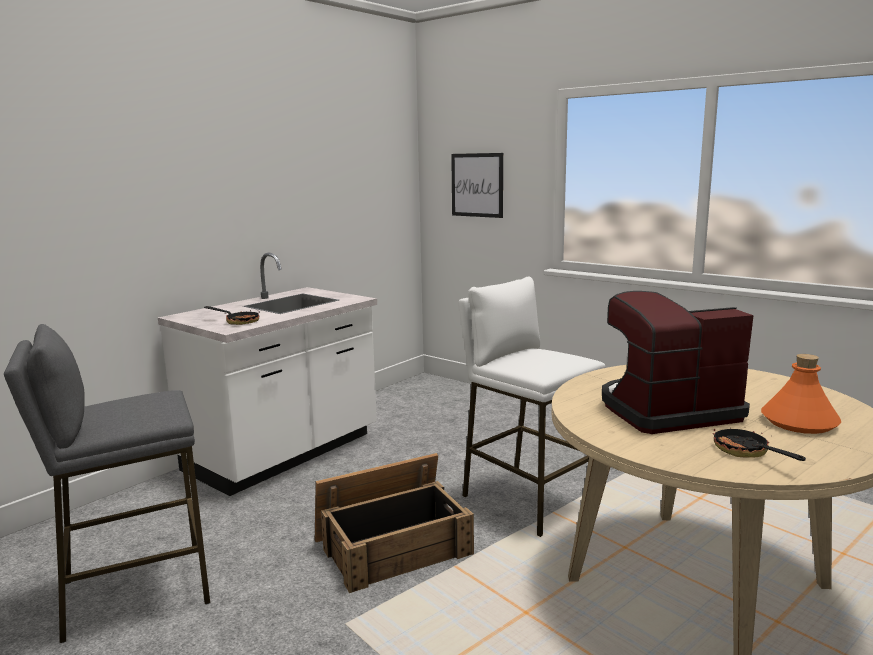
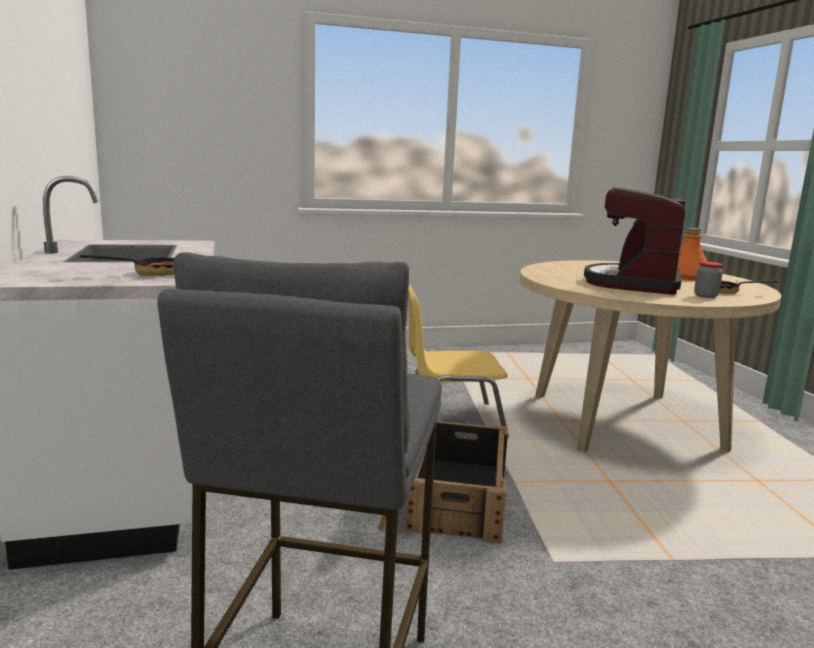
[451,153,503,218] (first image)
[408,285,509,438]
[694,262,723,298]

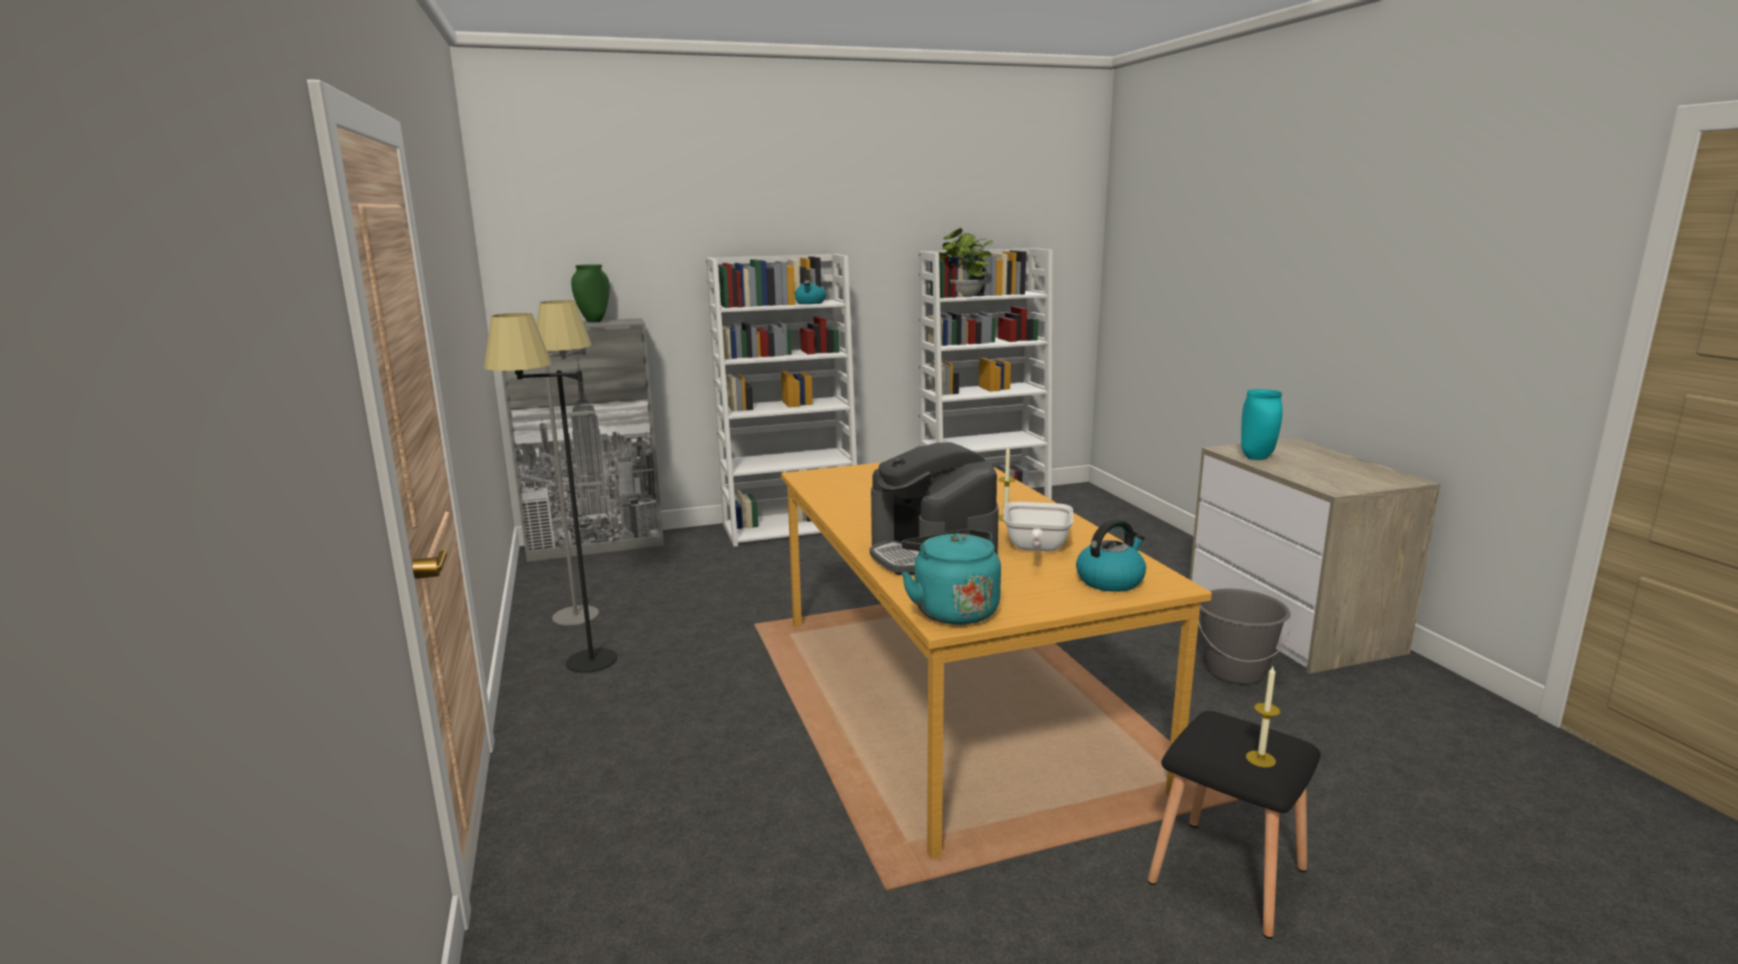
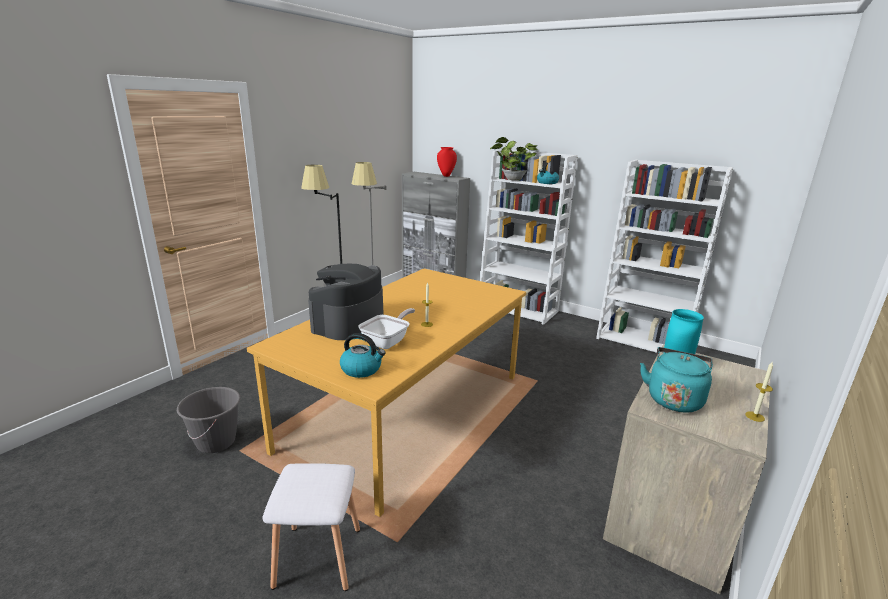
[437,147,457,177]
[640,347,713,413]
[490,137,538,181]
[358,308,415,349]
[262,463,360,591]
[177,387,240,453]
[745,362,773,422]

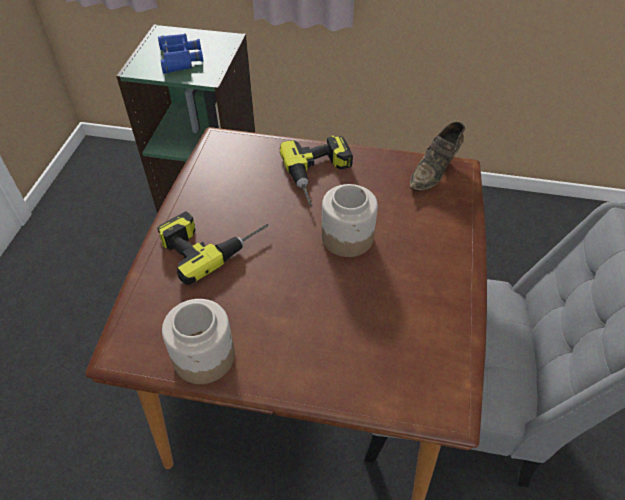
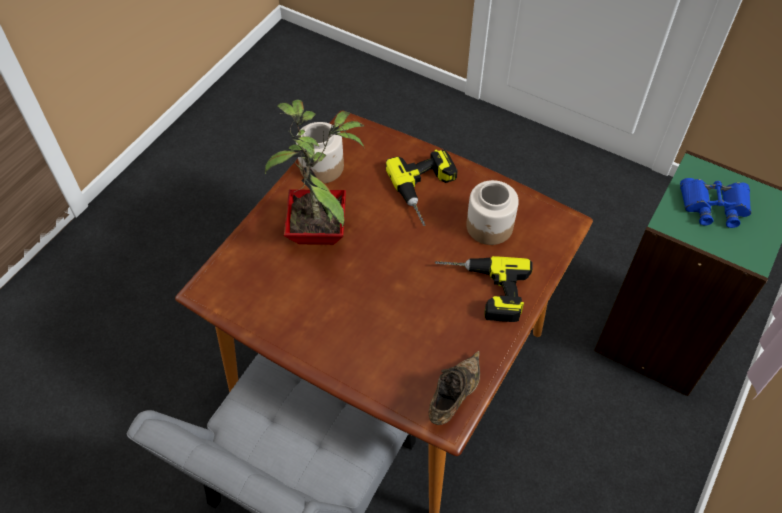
[466,180,519,245]
[429,351,480,425]
[265,100,366,245]

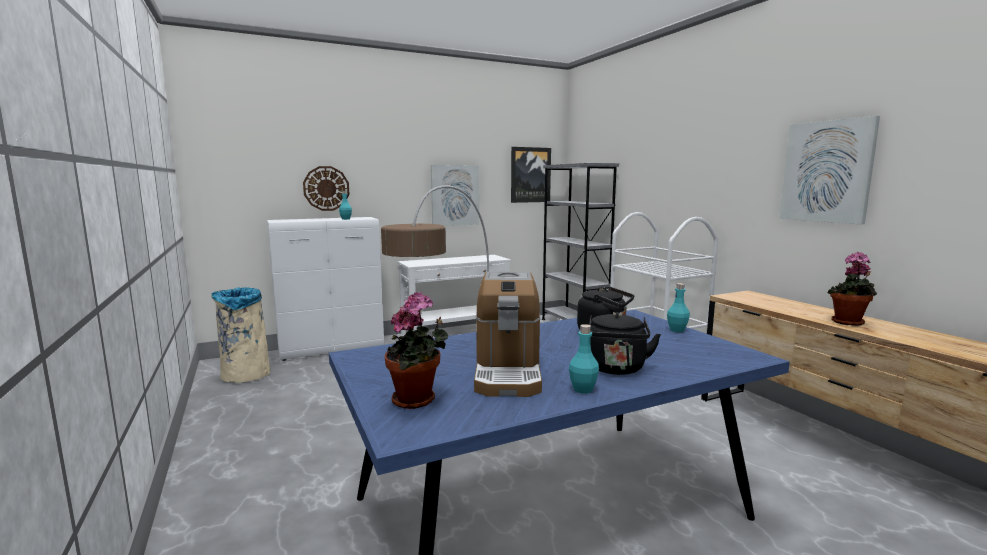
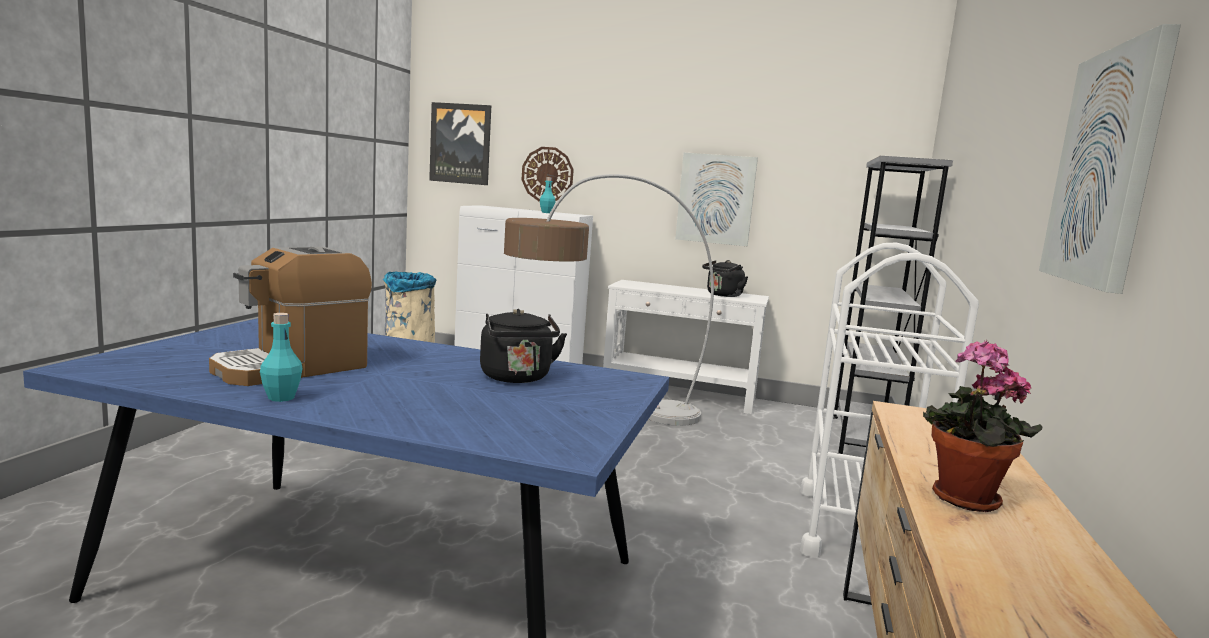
[385,292,448,409] (first image)
[429,102,491,185]
[702,260,748,297]
[667,283,690,332] (first image)

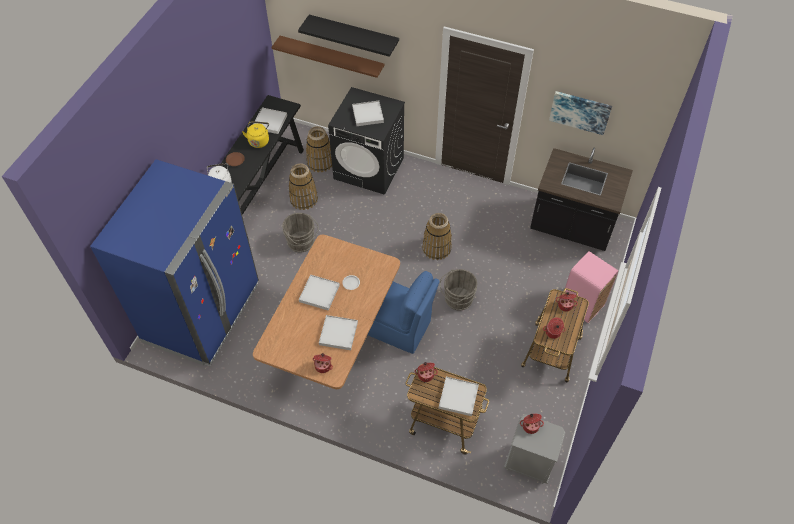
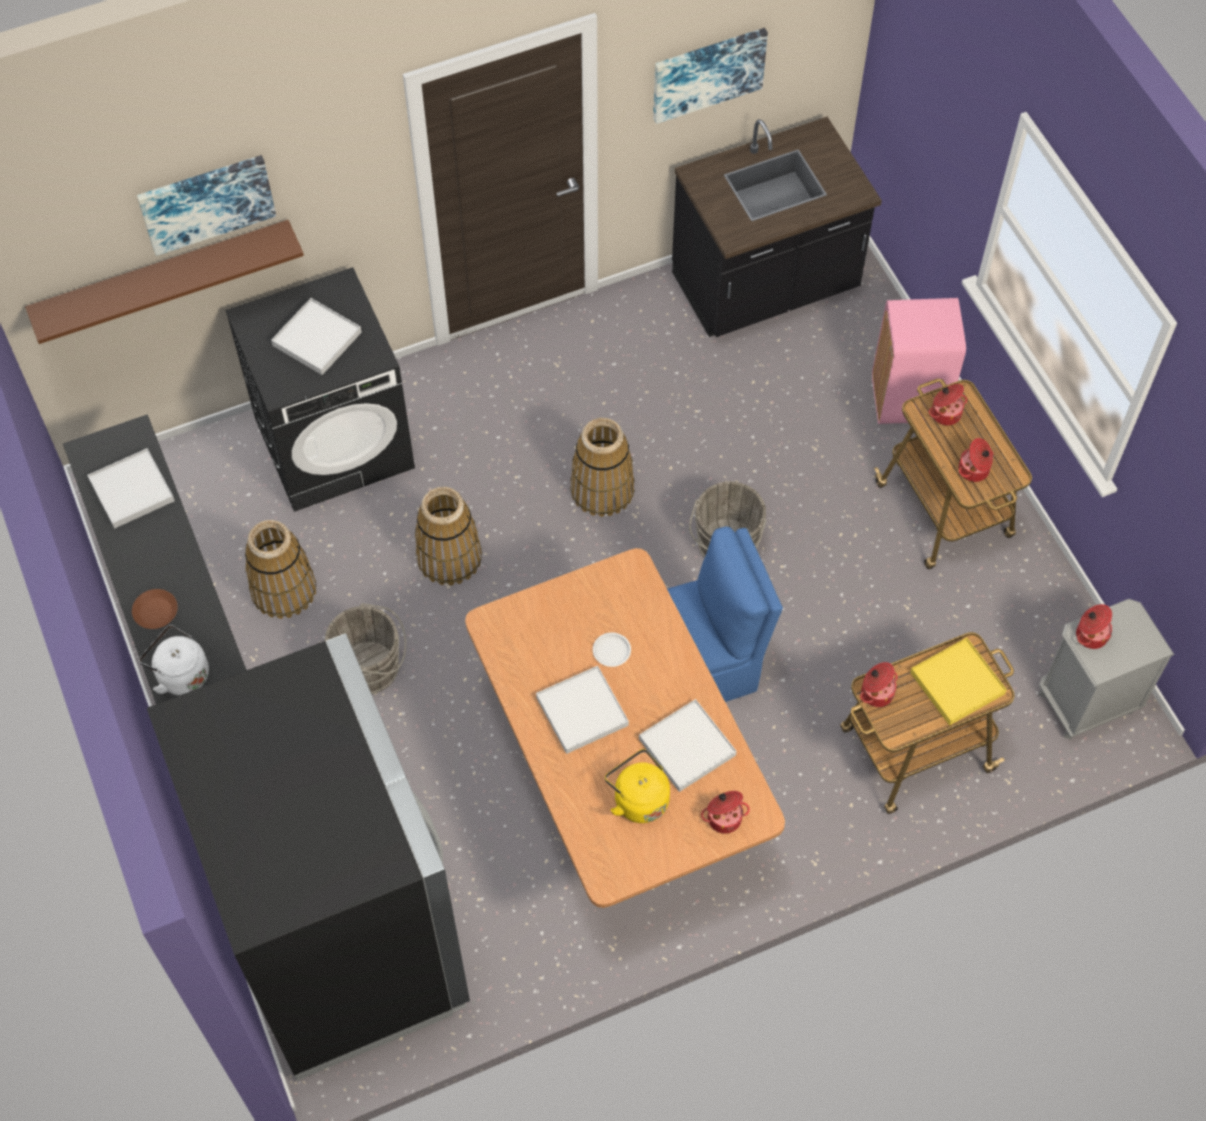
[147,633,470,1081]
[605,749,670,823]
[137,155,276,256]
[415,487,482,586]
[910,638,1007,726]

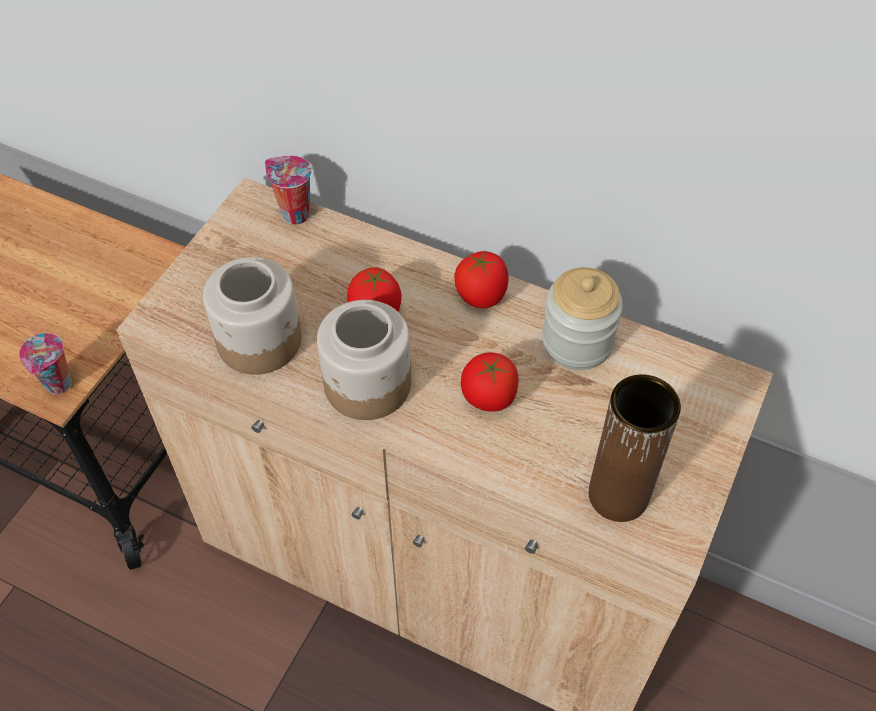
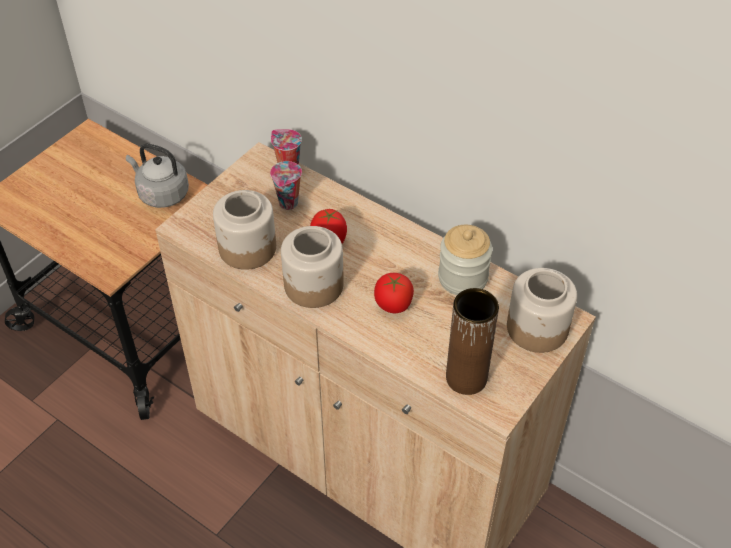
[270,161,302,210]
[454,250,509,308] (first image)
[126,143,189,208]
[507,268,577,353]

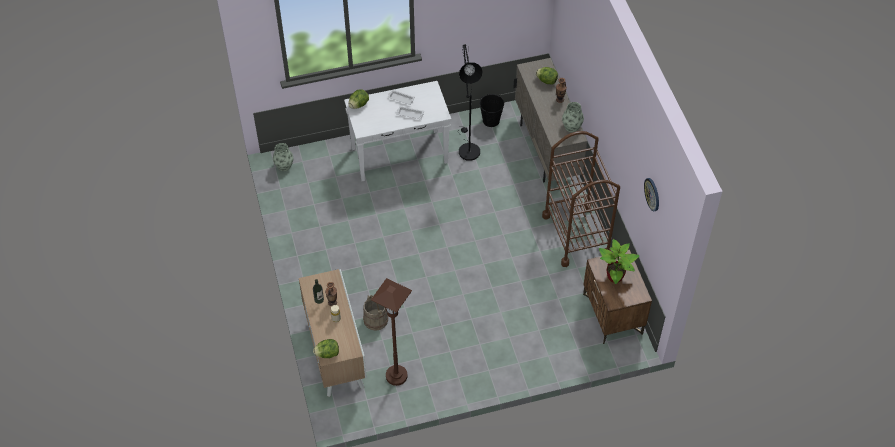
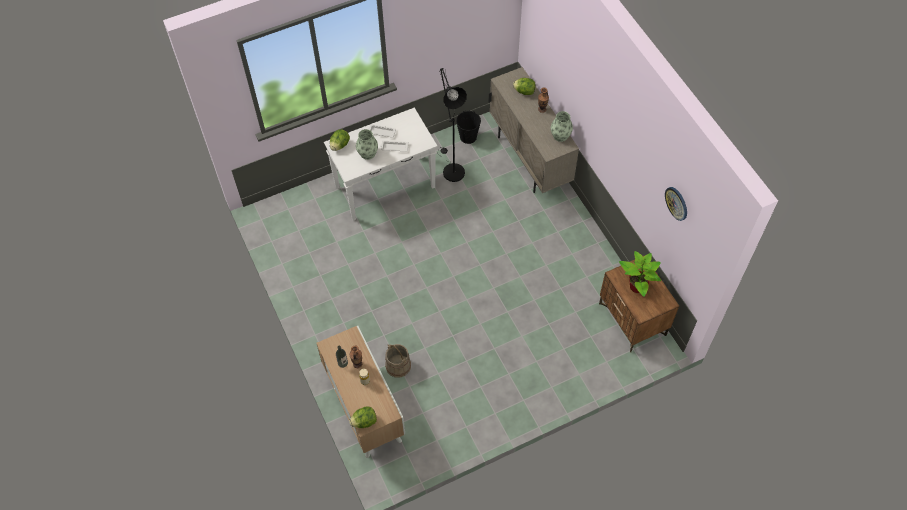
[356,129,378,160]
[371,278,412,386] (first image)
[542,131,620,267] (first image)

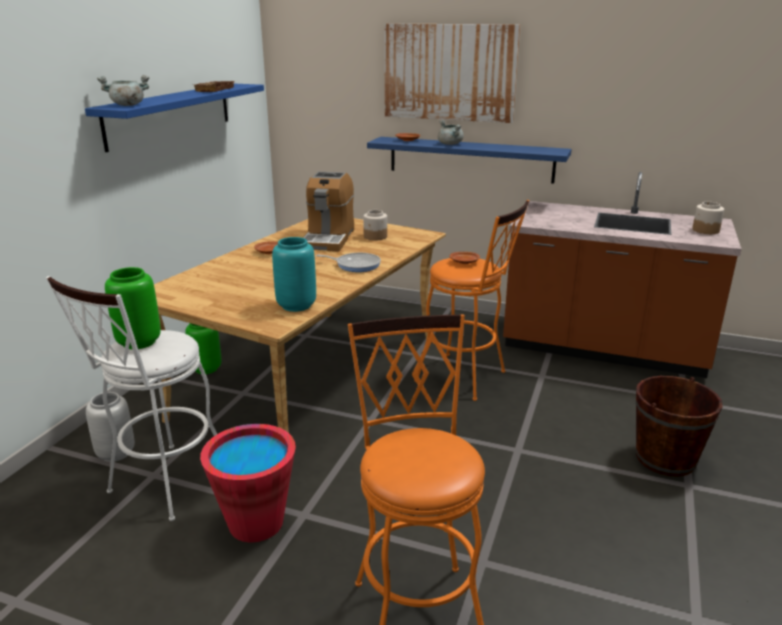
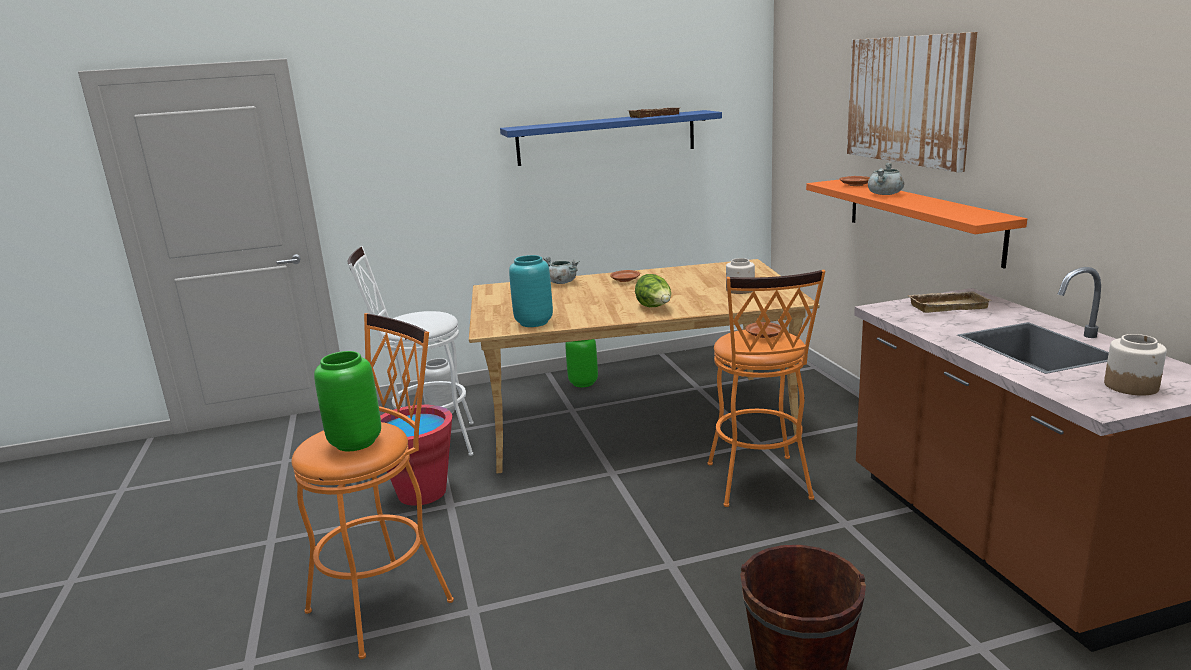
[543,256,579,284]
[314,351,381,451]
[303,172,354,251] (first image)
[635,274,671,307]
[806,179,1027,269]
[908,292,992,313]

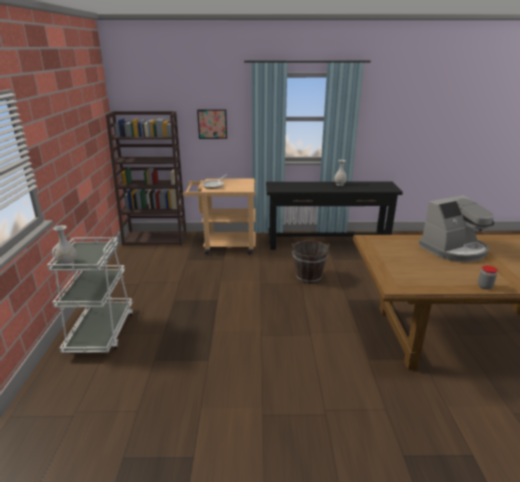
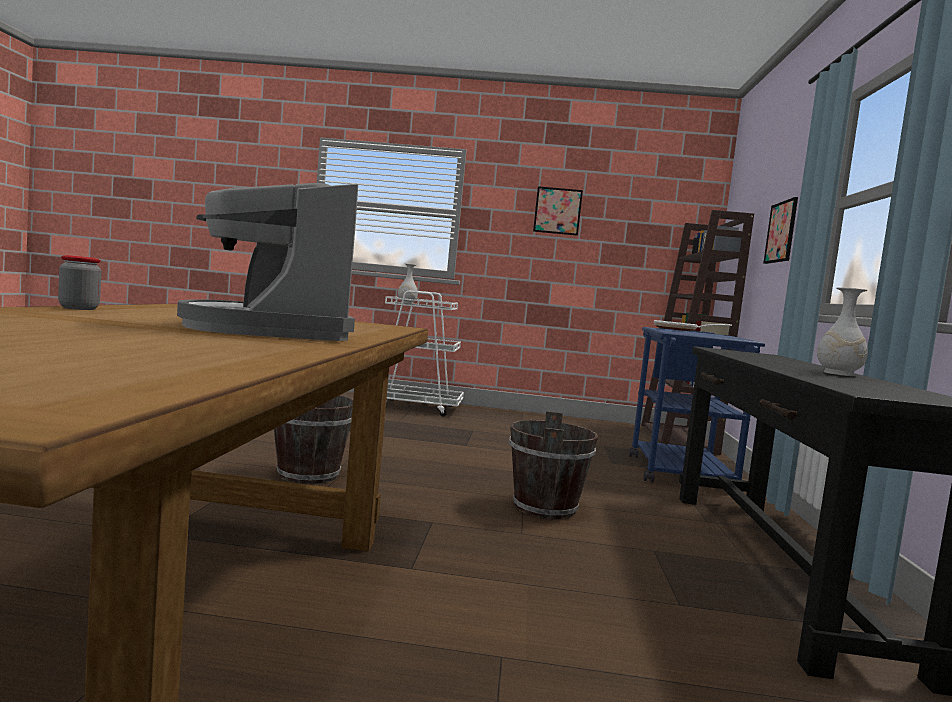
[629,327,765,482]
[274,395,353,484]
[533,186,583,236]

